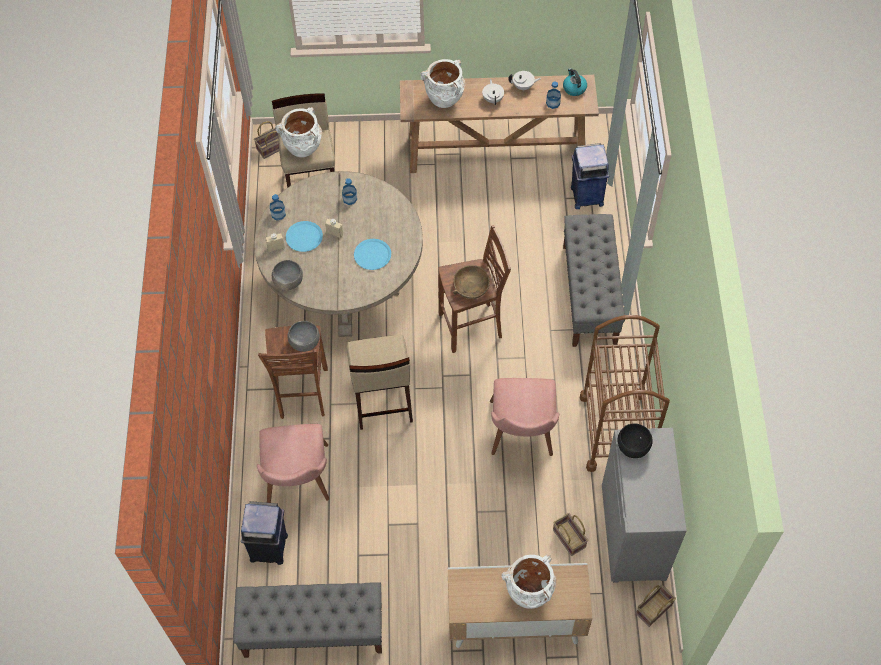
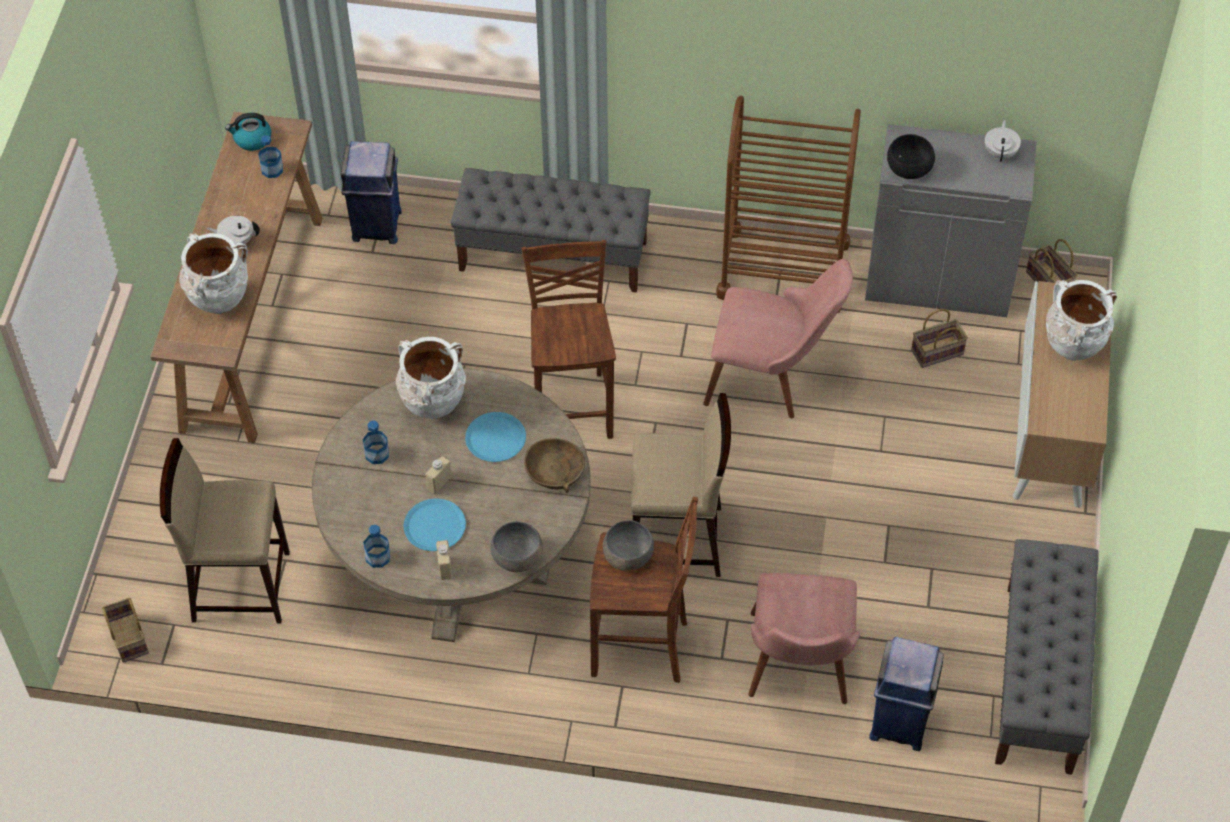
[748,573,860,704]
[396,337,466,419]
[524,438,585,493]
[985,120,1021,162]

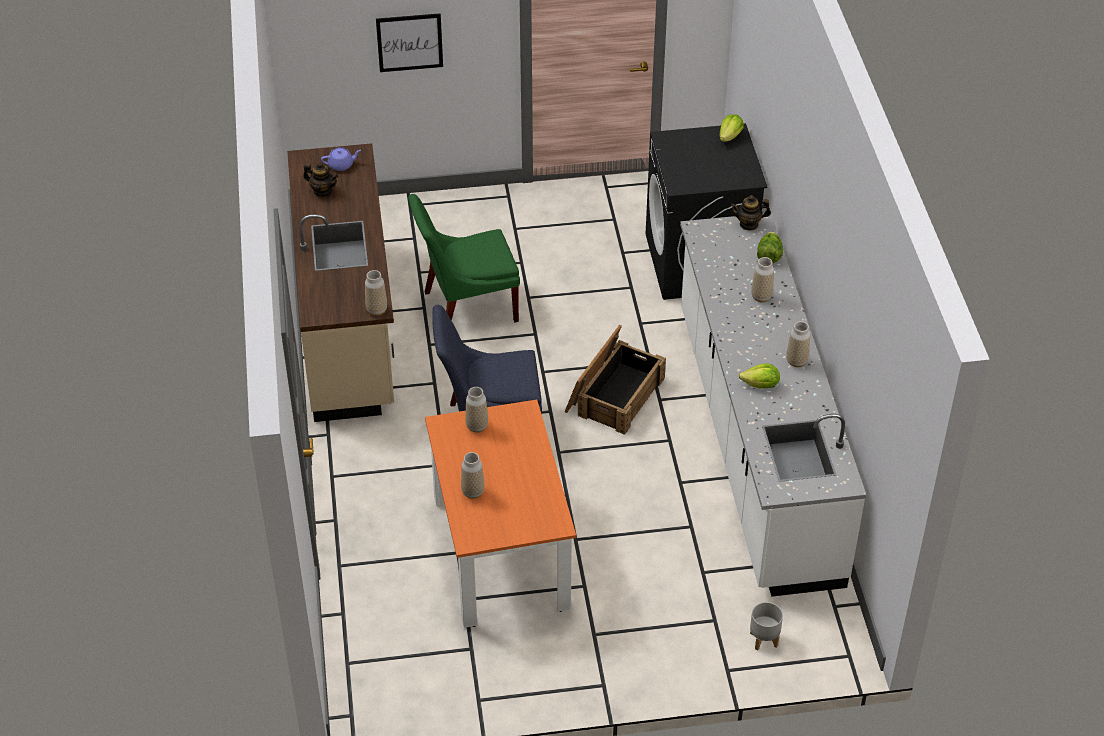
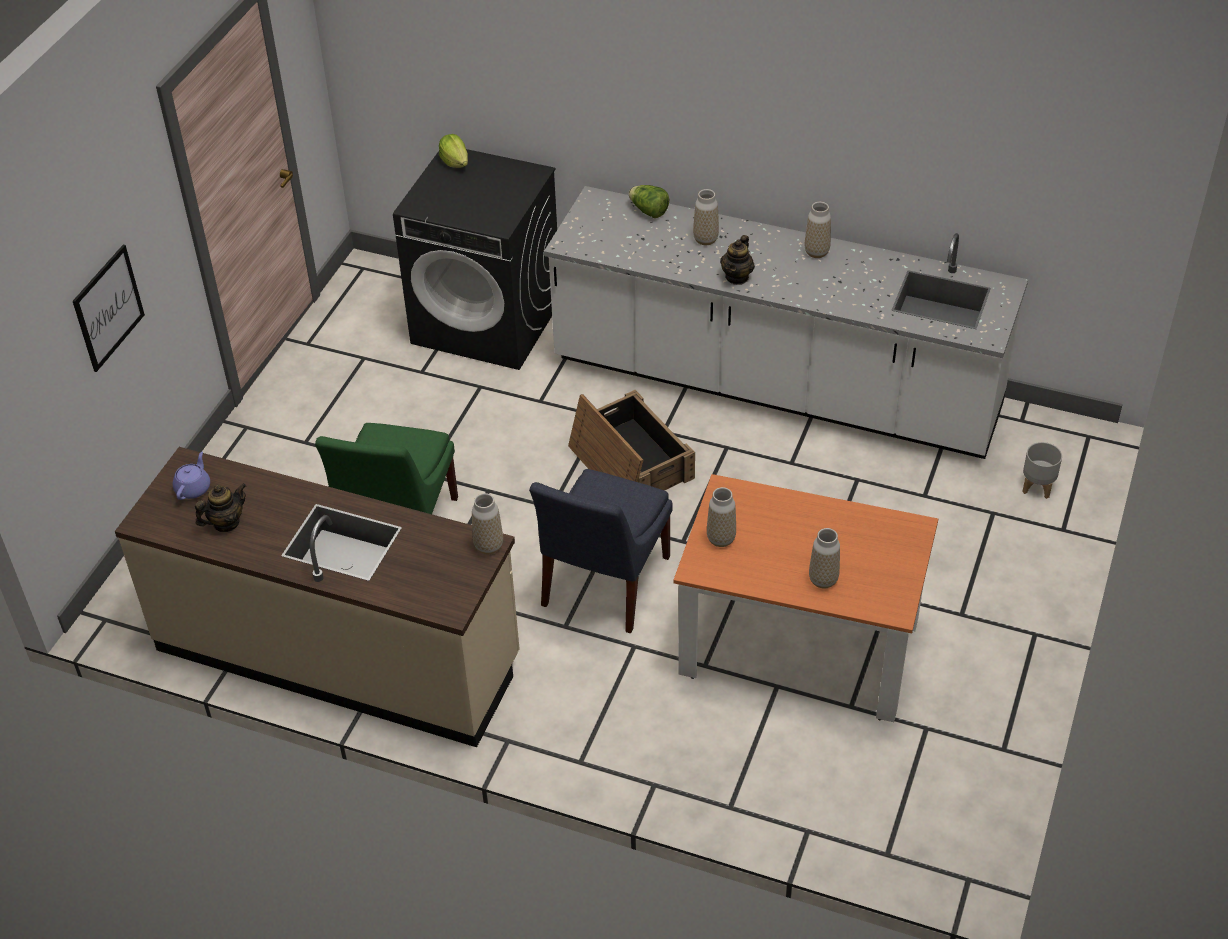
[720,235,755,285]
[739,363,780,388] (first image)

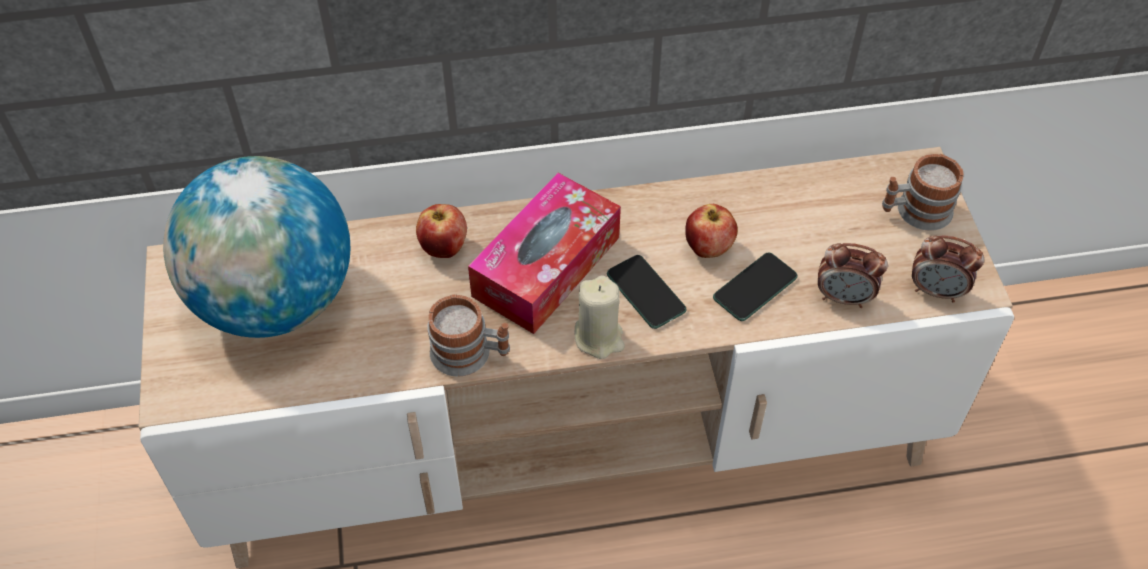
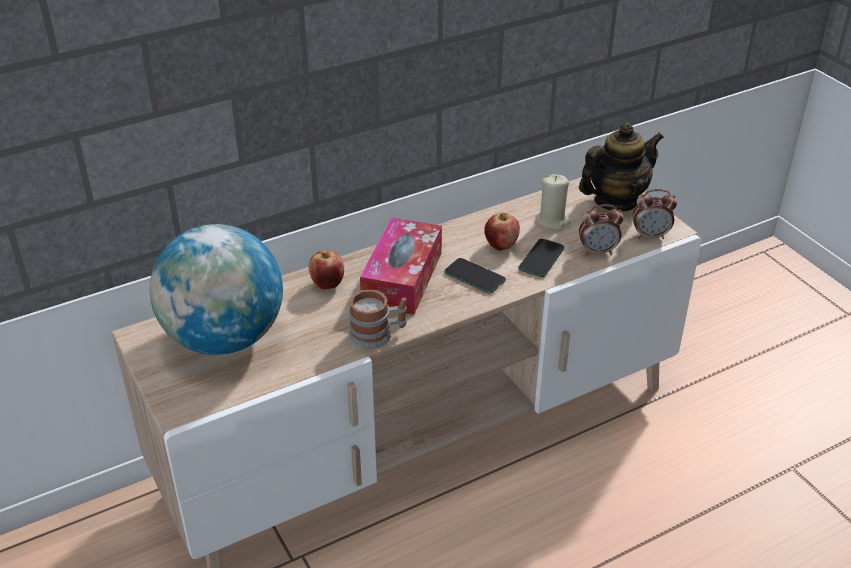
[535,174,570,230]
[579,123,664,211]

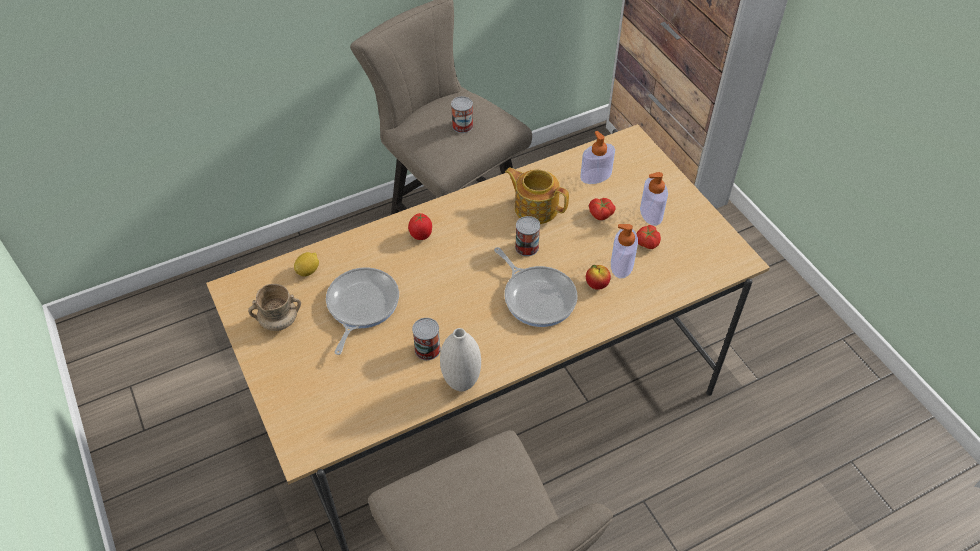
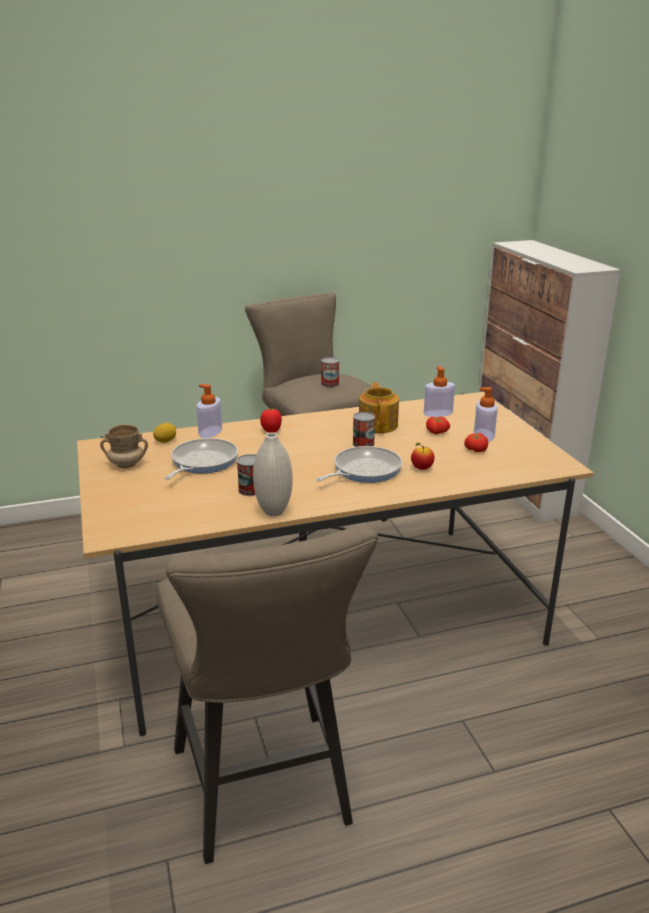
[316,446,402,483]
[359,382,399,433]
[196,384,222,438]

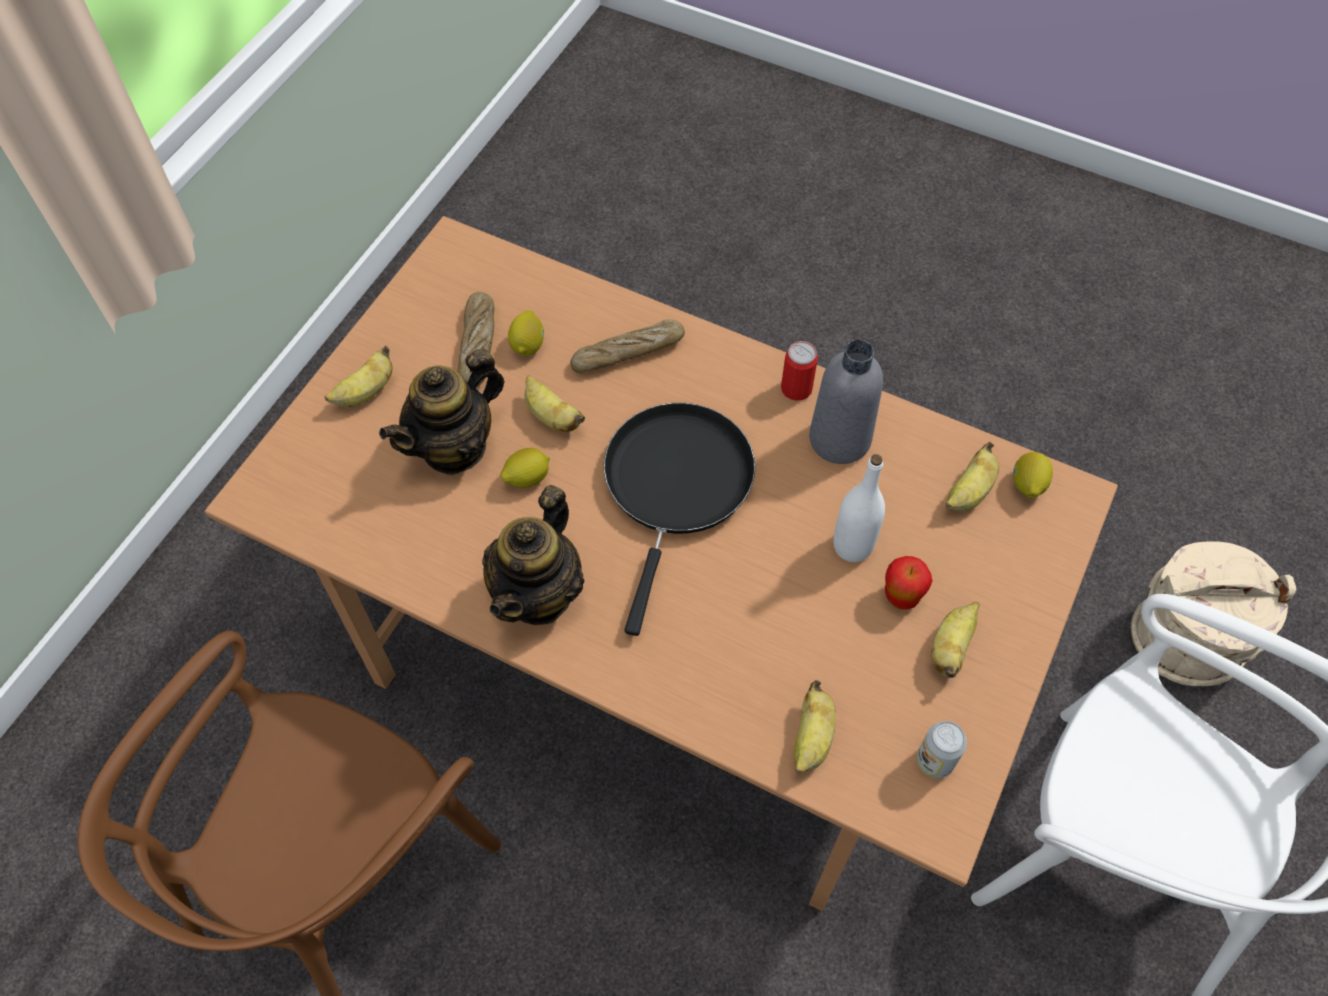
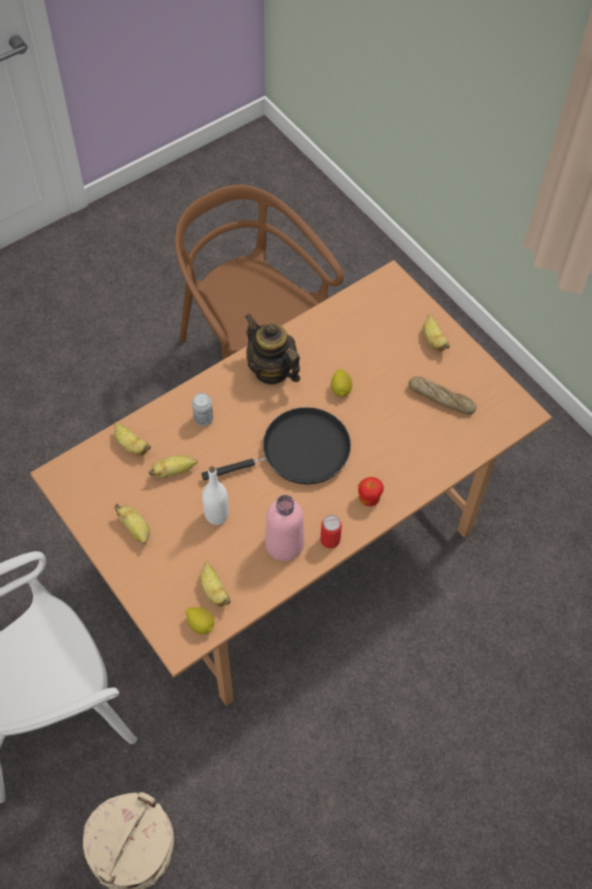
[379,349,504,475] (first image)
[508,310,544,356] (first image)
[149,455,198,478]
[570,319,685,373] (first image)
[202,407,351,484]
[265,495,304,561]
[358,477,384,506]
[192,393,213,426]

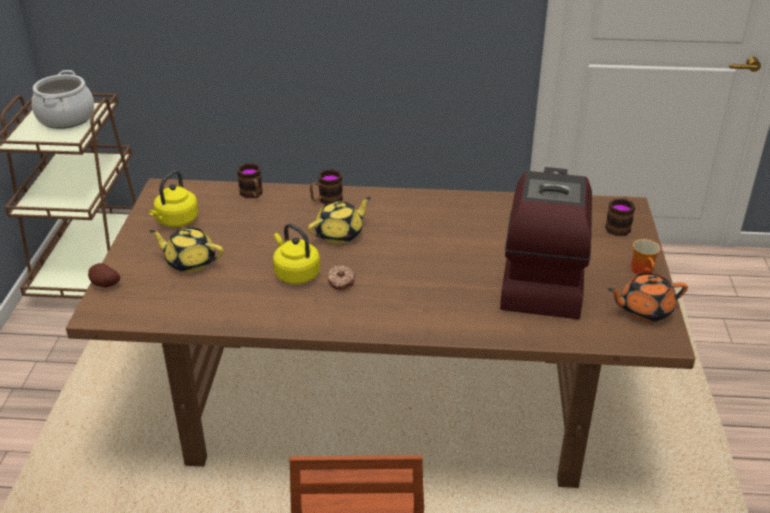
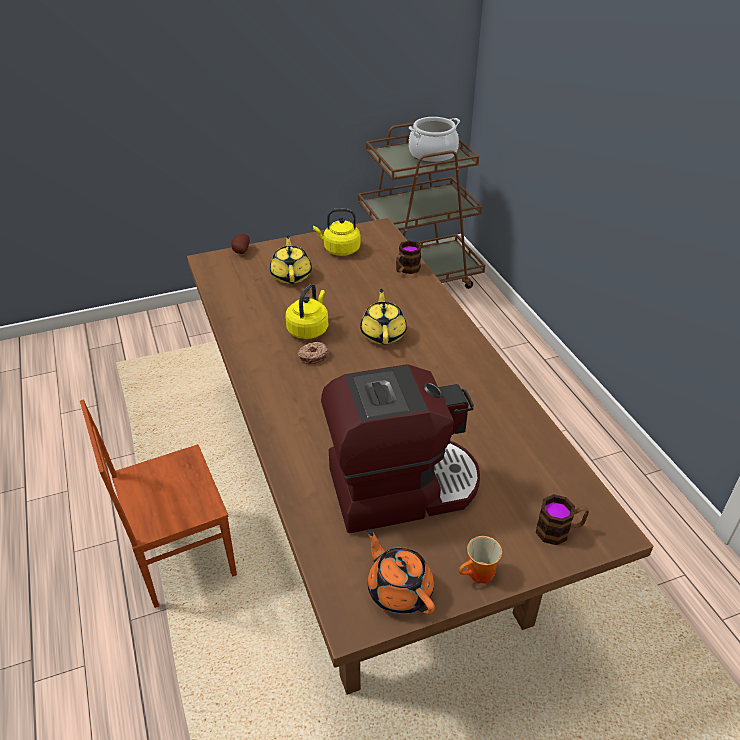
[360,289,407,344]
[310,169,343,204] (first image)

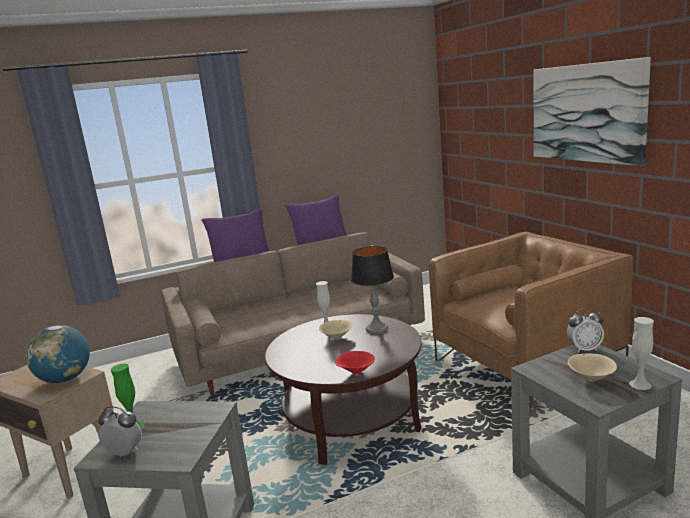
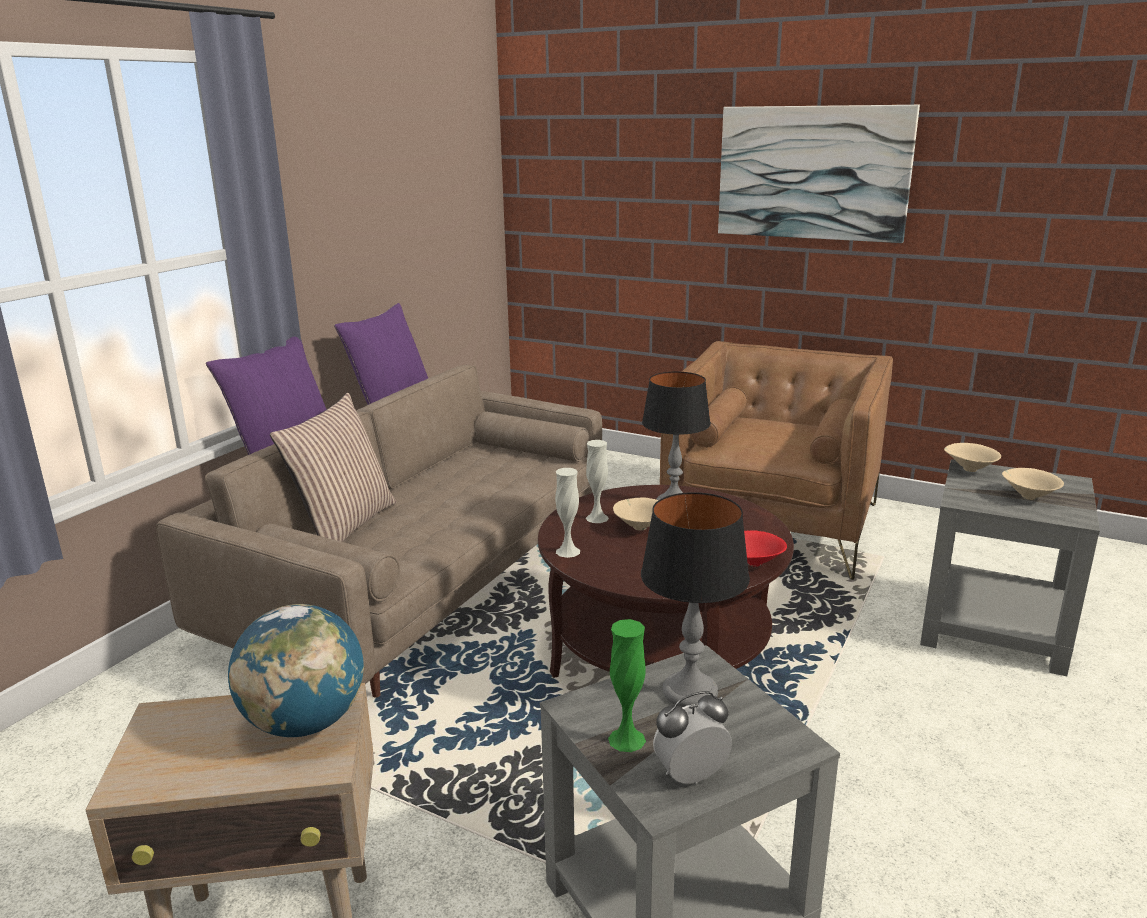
[944,443,1001,472]
[555,468,580,558]
[270,393,396,542]
[641,492,750,707]

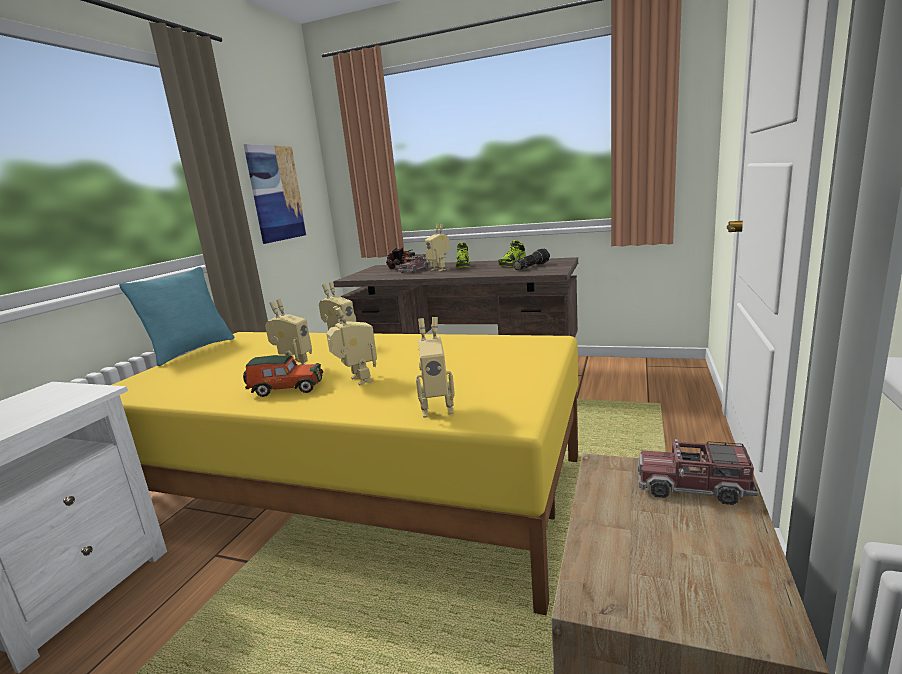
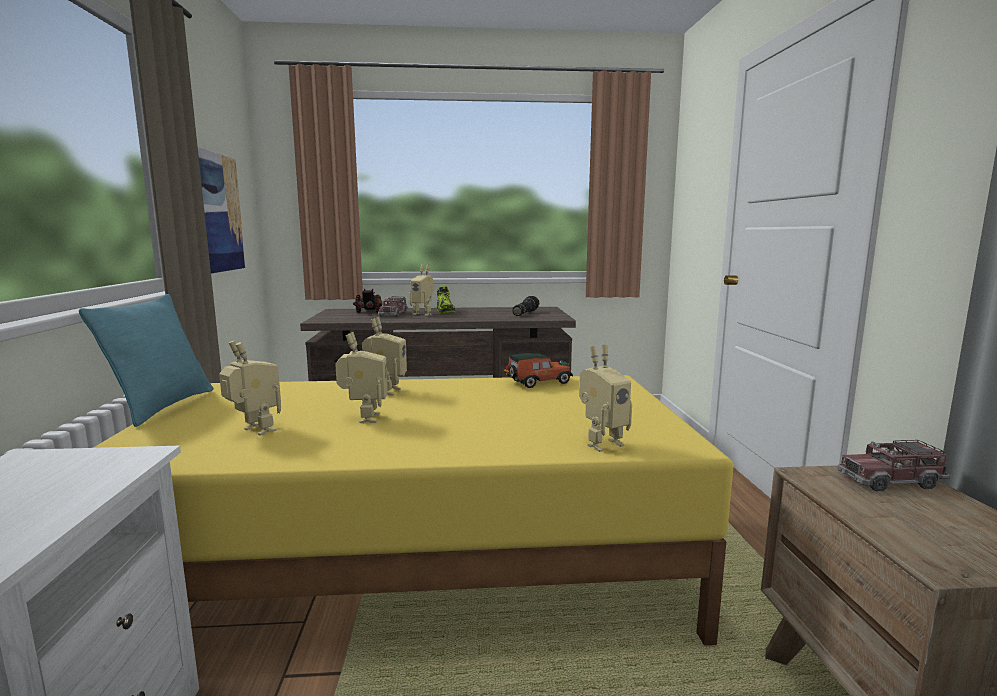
[504,353,573,388]
[219,341,281,436]
[498,240,526,267] (first image)

